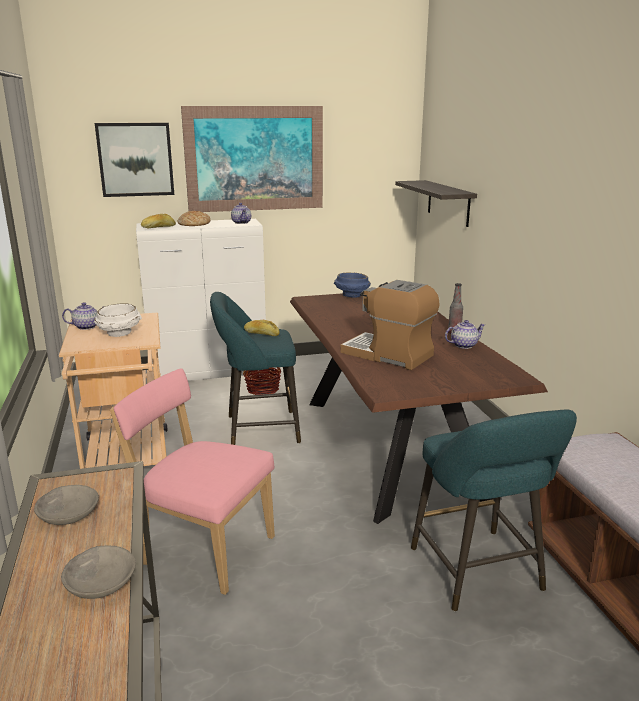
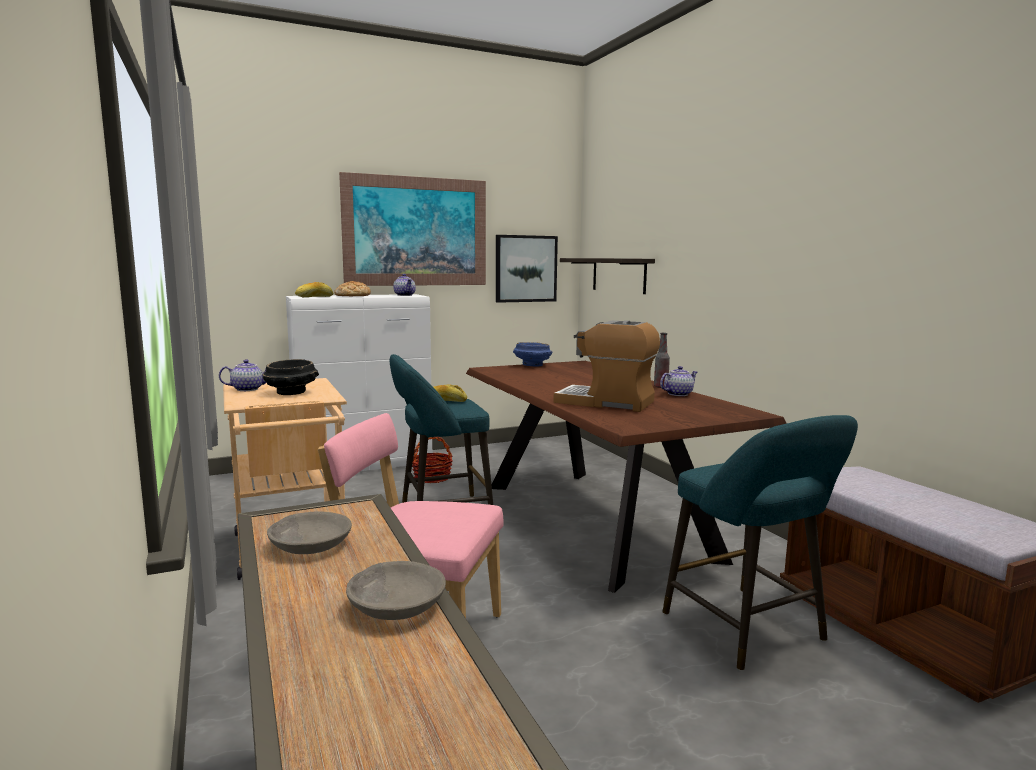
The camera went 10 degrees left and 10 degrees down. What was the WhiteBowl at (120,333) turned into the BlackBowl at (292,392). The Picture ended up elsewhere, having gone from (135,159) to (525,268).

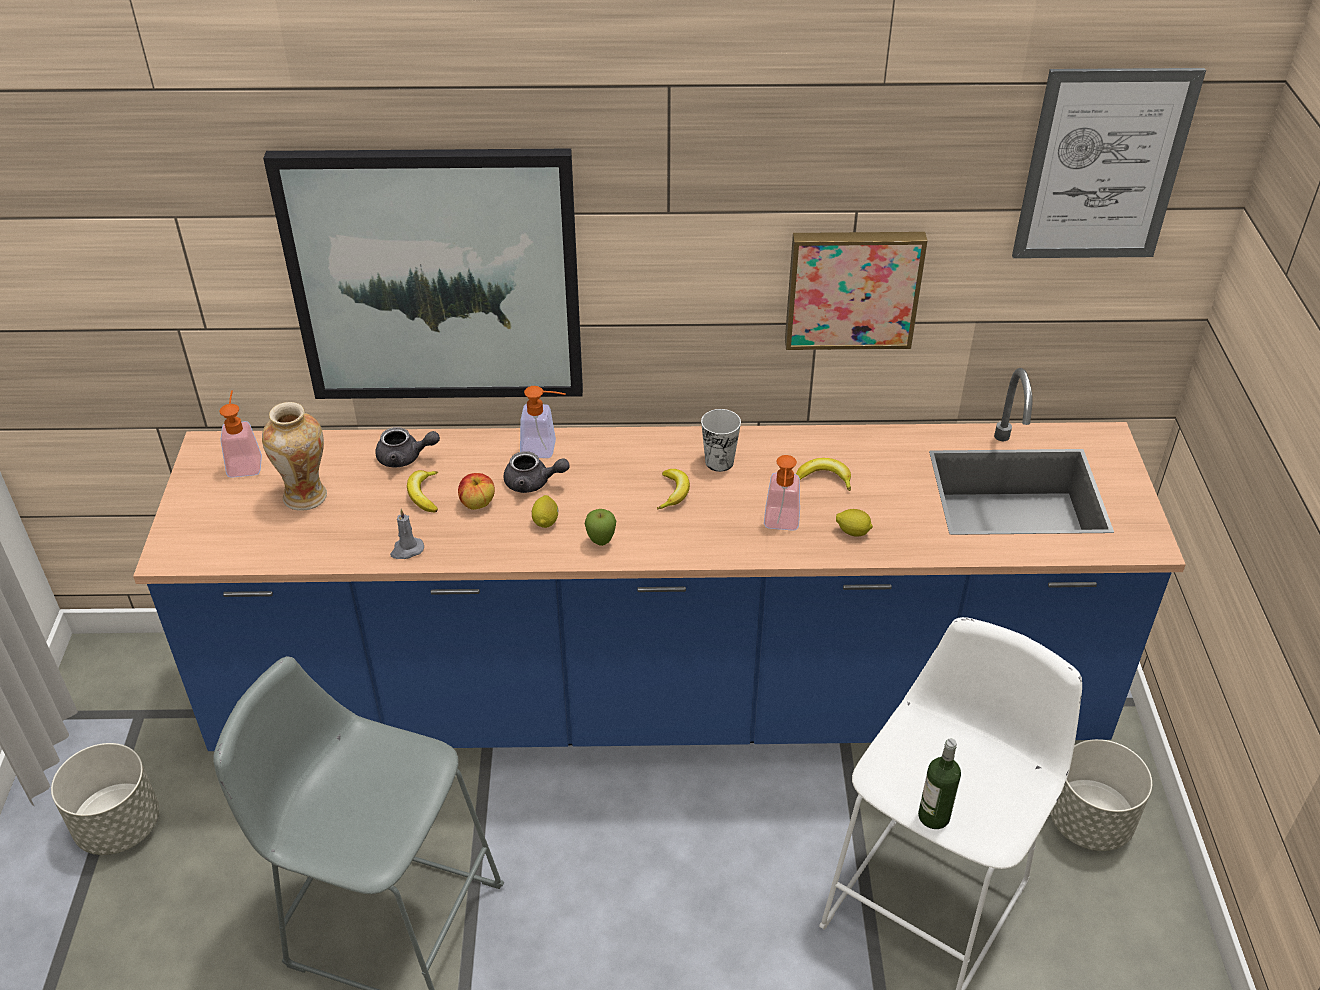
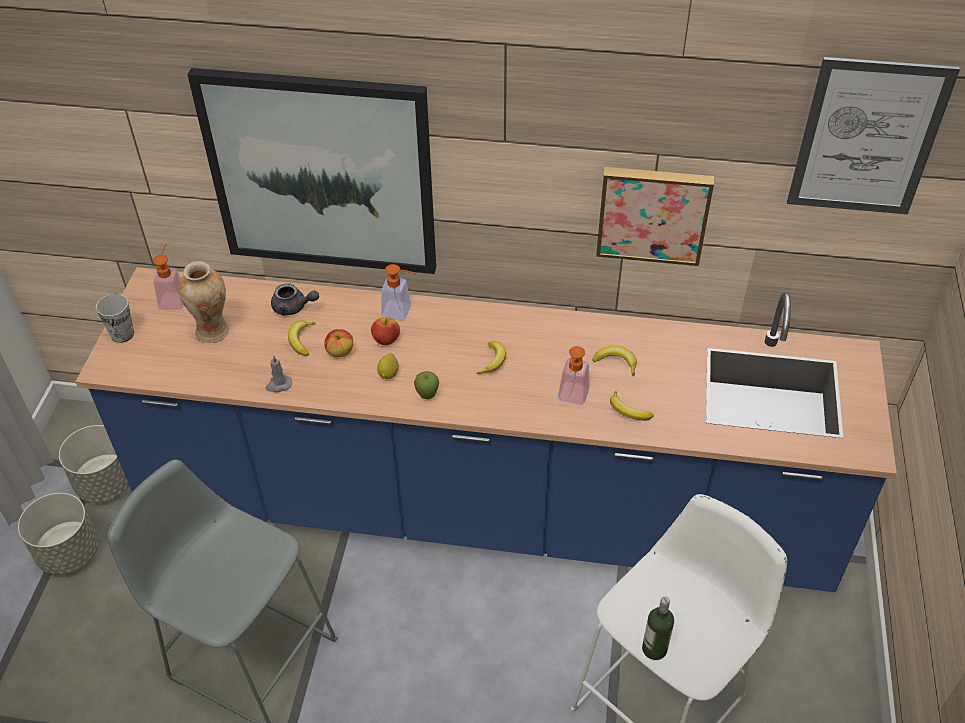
The camera went 10 degrees right and 5 degrees up. Where the GreyTeapot stood at (533,483), the Apple came to stand at (386,340). The Cup ended up elsewhere, having gone from (719,462) to (122,334). Where the Lemon stood at (853,532), the Banana came to stand at (628,411). The GreyPlanter ended up elsewhere, having gone from (1089,822) to (105,484).

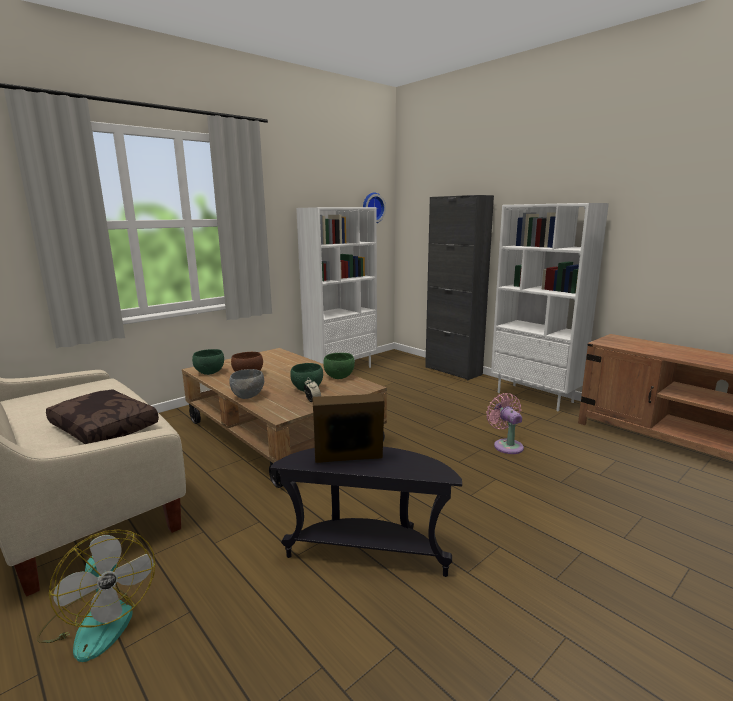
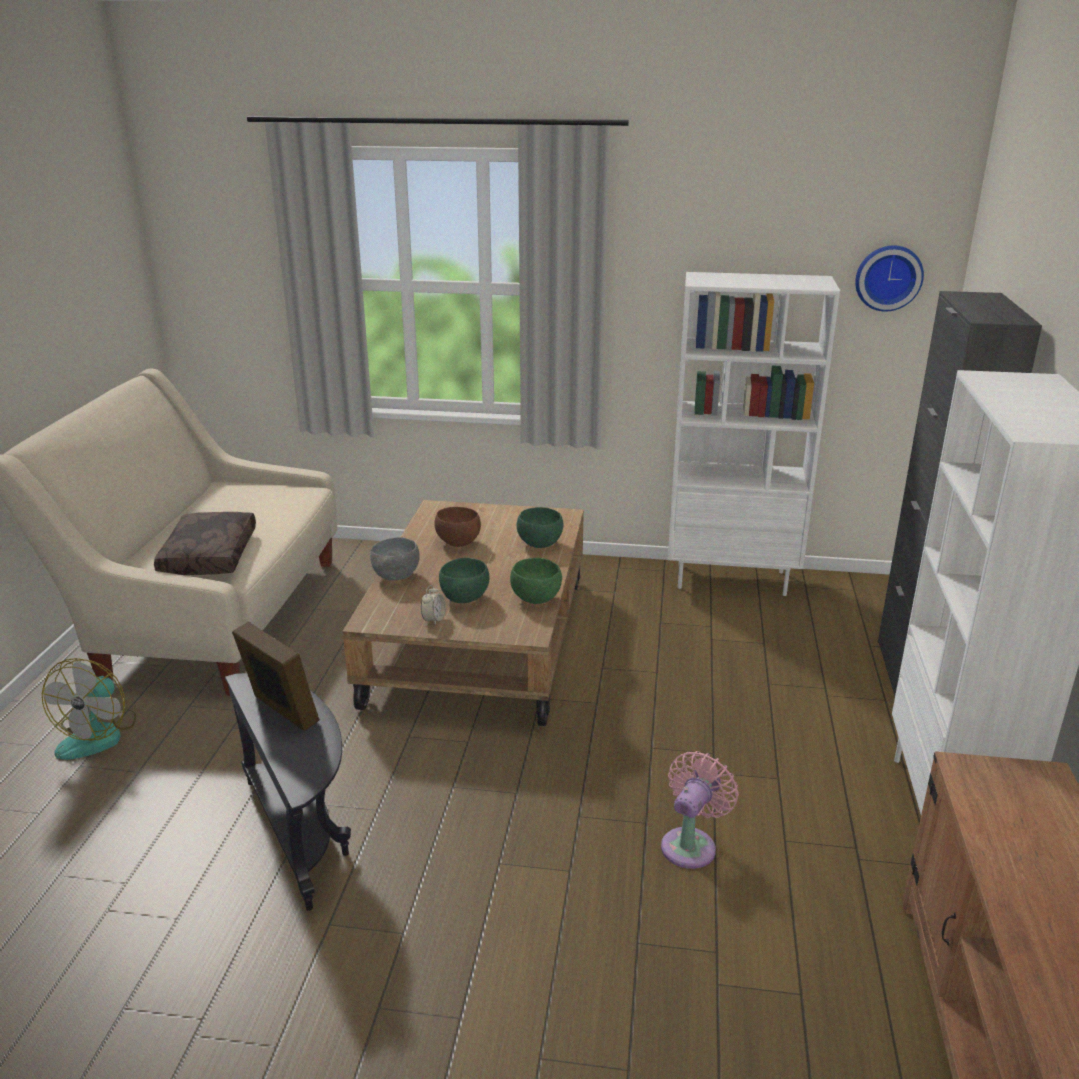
The camera went 50 degrees right and 10 degrees up. The GreenBowl ended up elsewhere, having gone from (209,372) to (539,544).

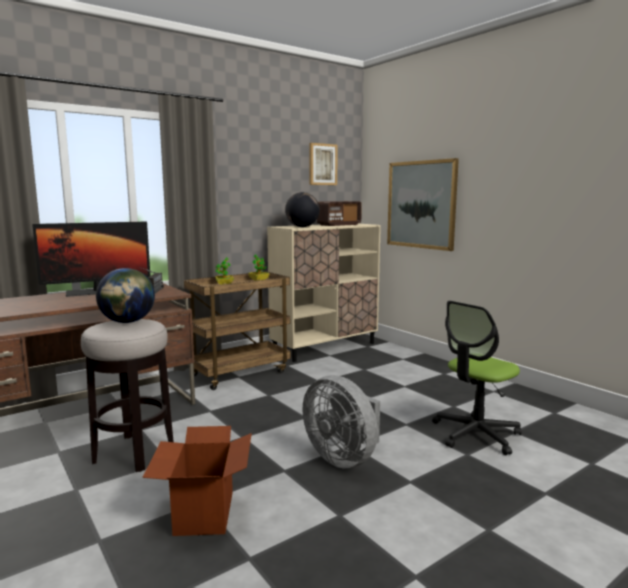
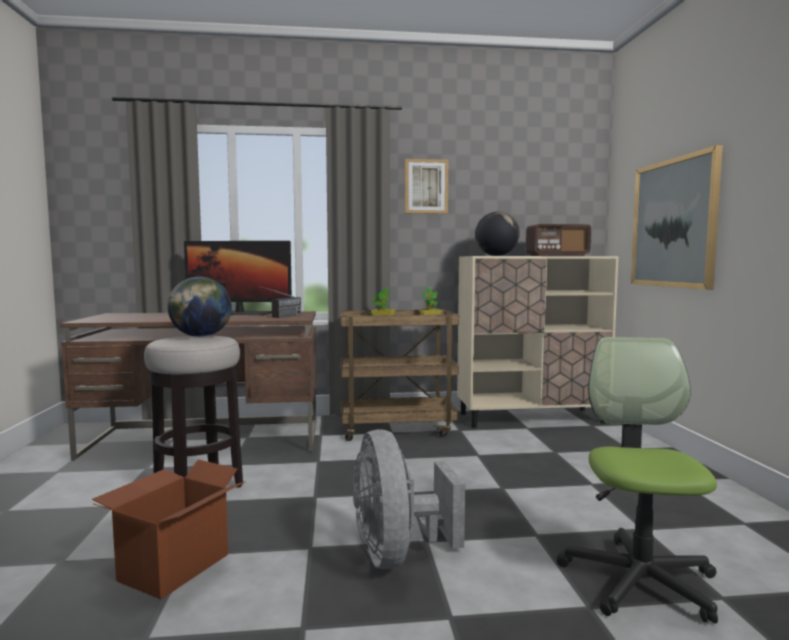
The camera went 30 degrees right and 5 degrees down. The Picture ended up elsewhere, having gone from (322,164) to (426,186). The OfficeChair at (475,434) ended up facing another way, 105 degrees clockwise from before.

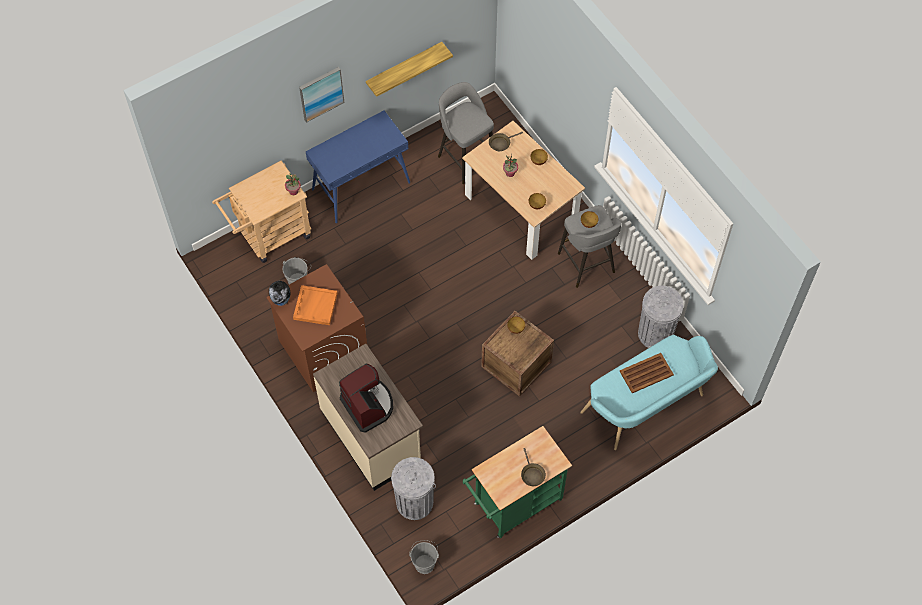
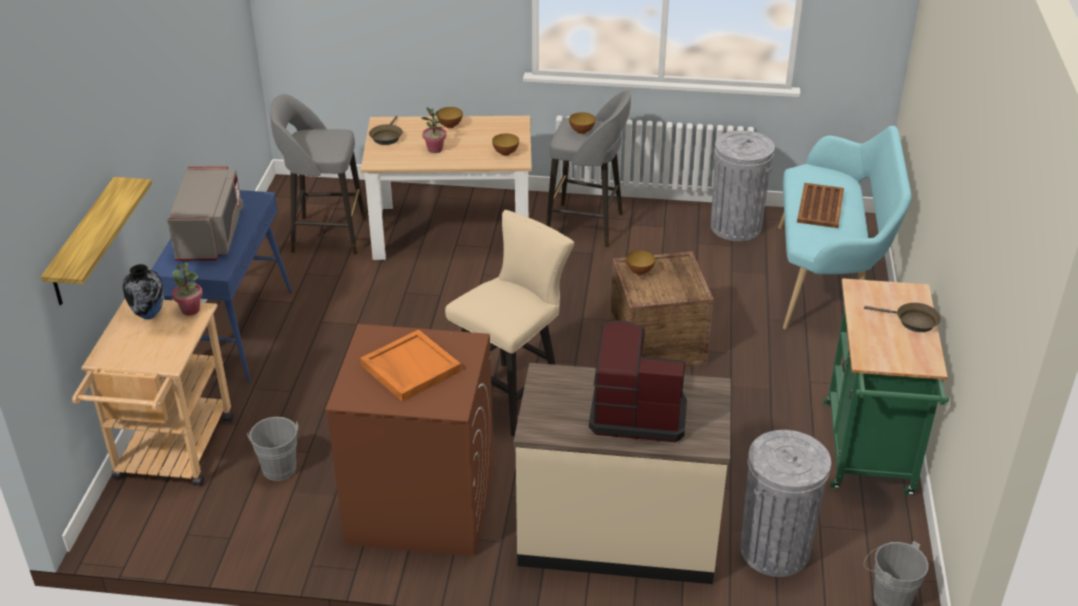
The camera went 50 degrees left and 25 degrees down. The Vase ended up elsewhere, having gone from (281,301) to (149,314). The second view lost the Picture at (321,93). The Shelf ended up elsewhere, having gone from (404,68) to (84,243). The second view gained the GreyMicrowave at (210,234). The second view gained the BeigeStool at (512,394).

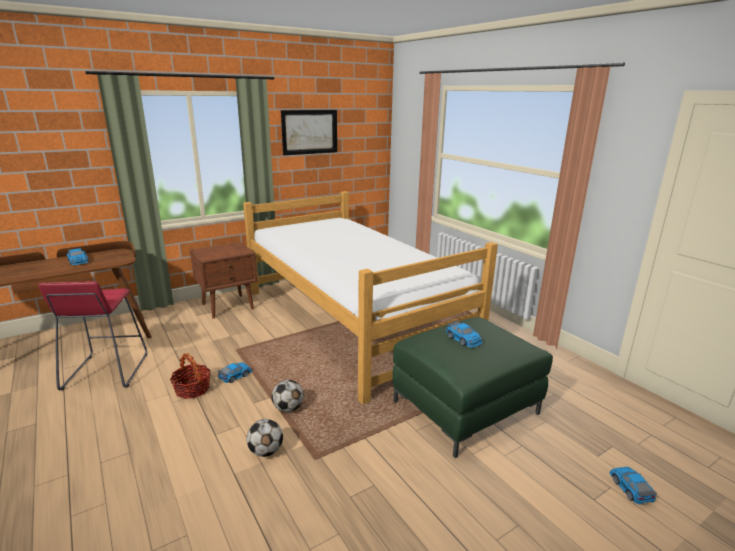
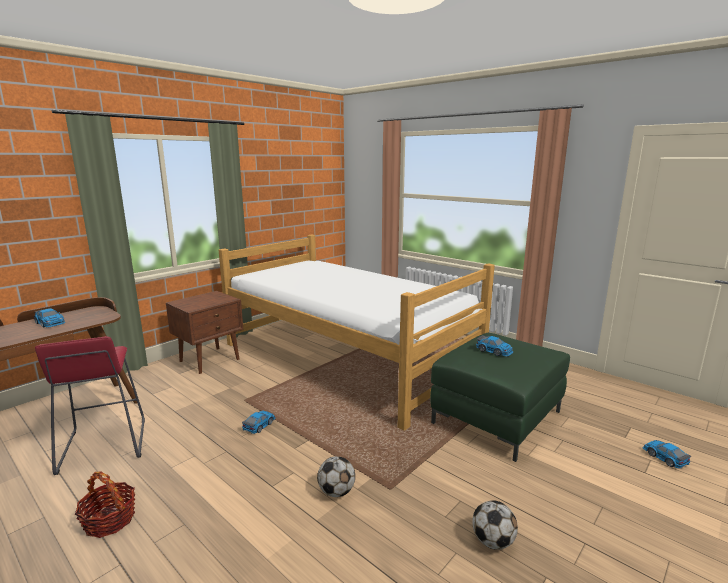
The camera went 15 degrees left and 5 degrees down. The Basket ended up elsewhere, having gone from (192,389) to (110,520). The Football ended up elsewhere, having gone from (288,408) to (492,541). The second view lost the Picture at (309,132).

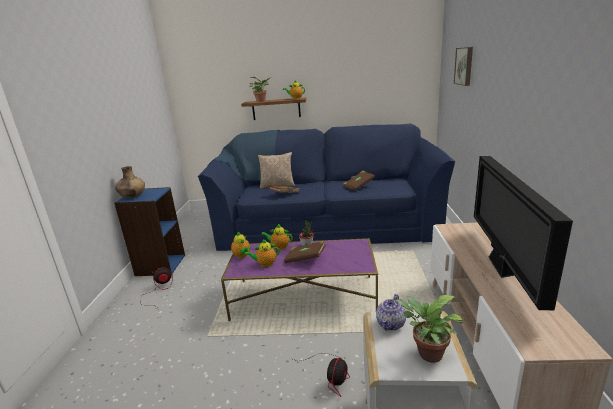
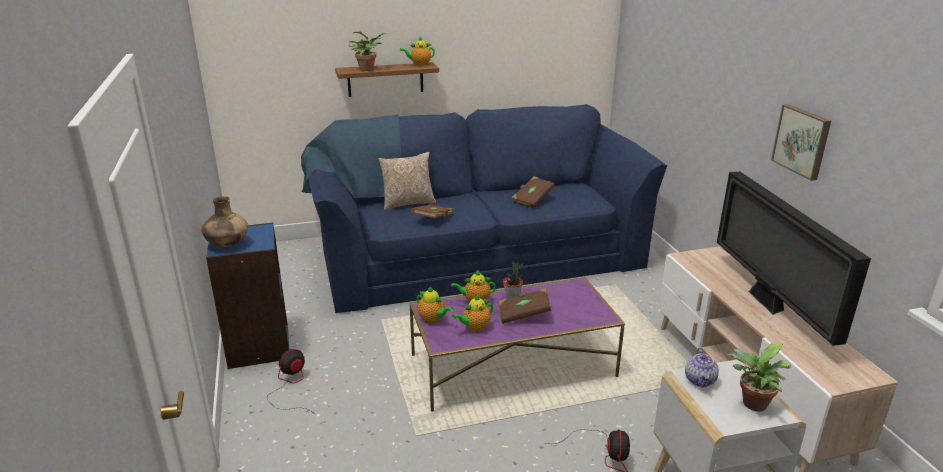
The camera went 20 degrees left and 5 degrees up. The Picture ended up elsewhere, having gone from (464,66) to (802,141).

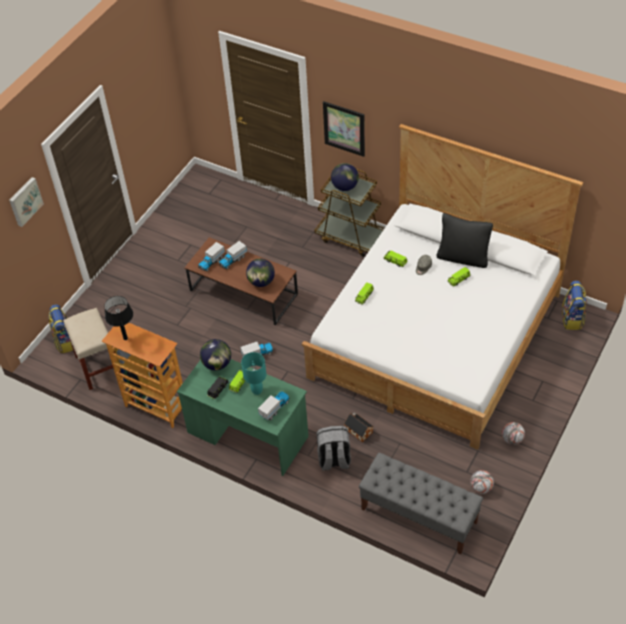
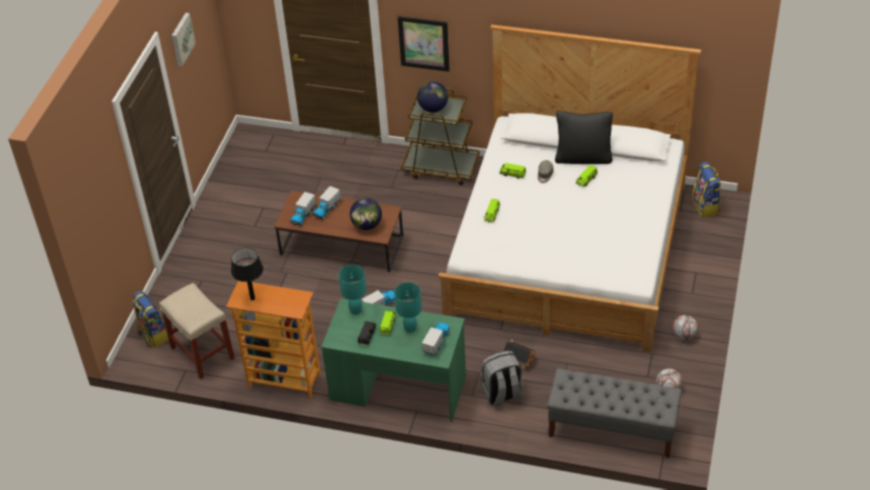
The camera went 15 degrees left and 5 degrees down. The Picture ended up elsewhere, having gone from (25,201) to (181,39). Where the Globe stood at (217,364), the TurquoiseTableLamp came to stand at (356,311).

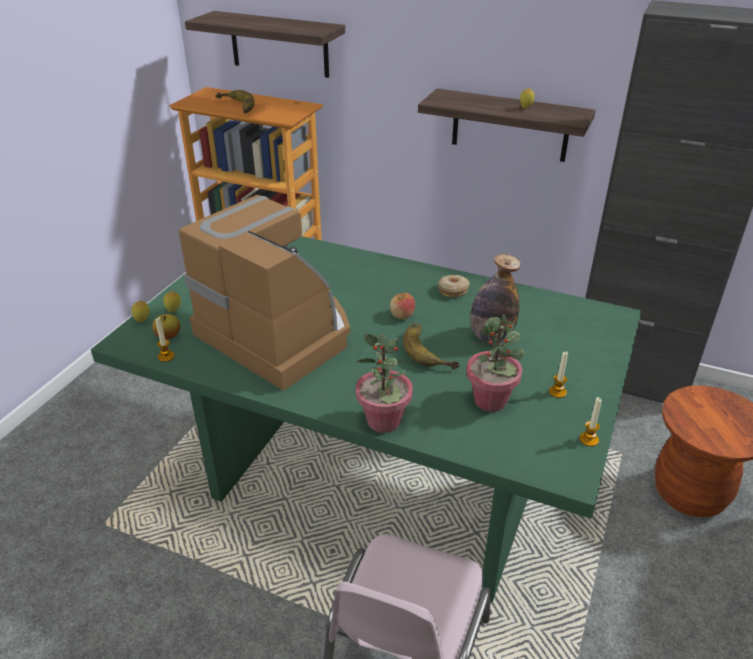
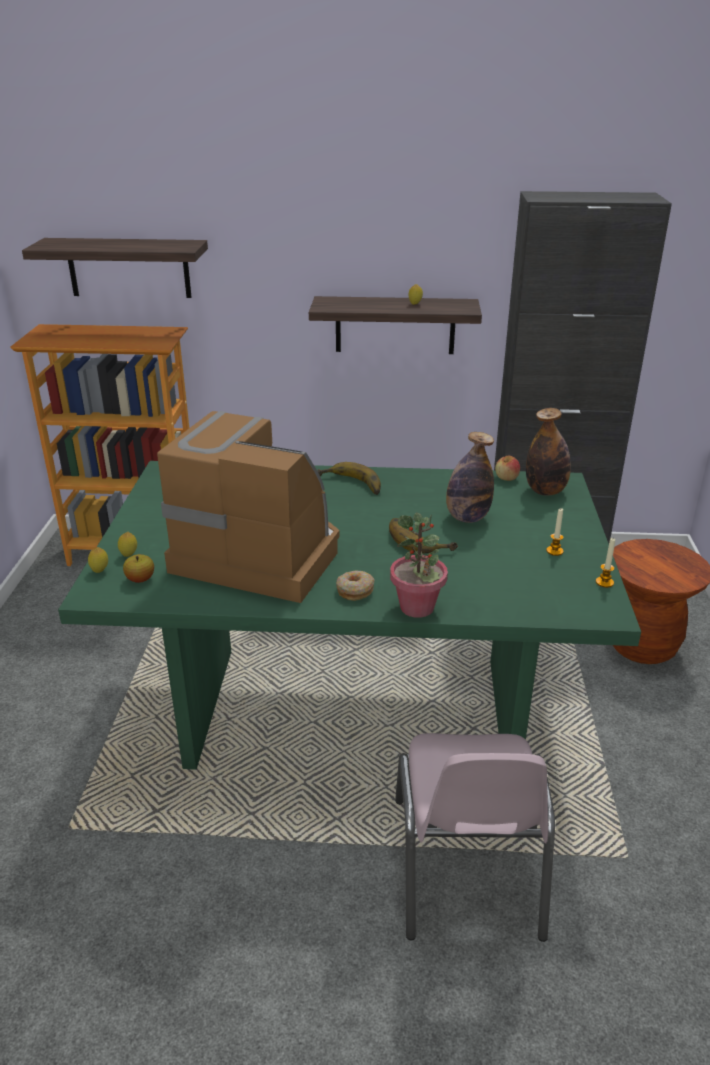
The camera went 20 degrees left and 5 degrees down. The second view lost the Candle at (166,356). The Banana ended up elsewhere, having gone from (234,106) to (349,485). The Apple ended up elsewhere, having gone from (402,315) to (506,478). The Donut ended up elsewhere, having gone from (453,290) to (354,590). The second view lost the PottedPlant at (490,401). The second view gained the Bottle at (545,491).

